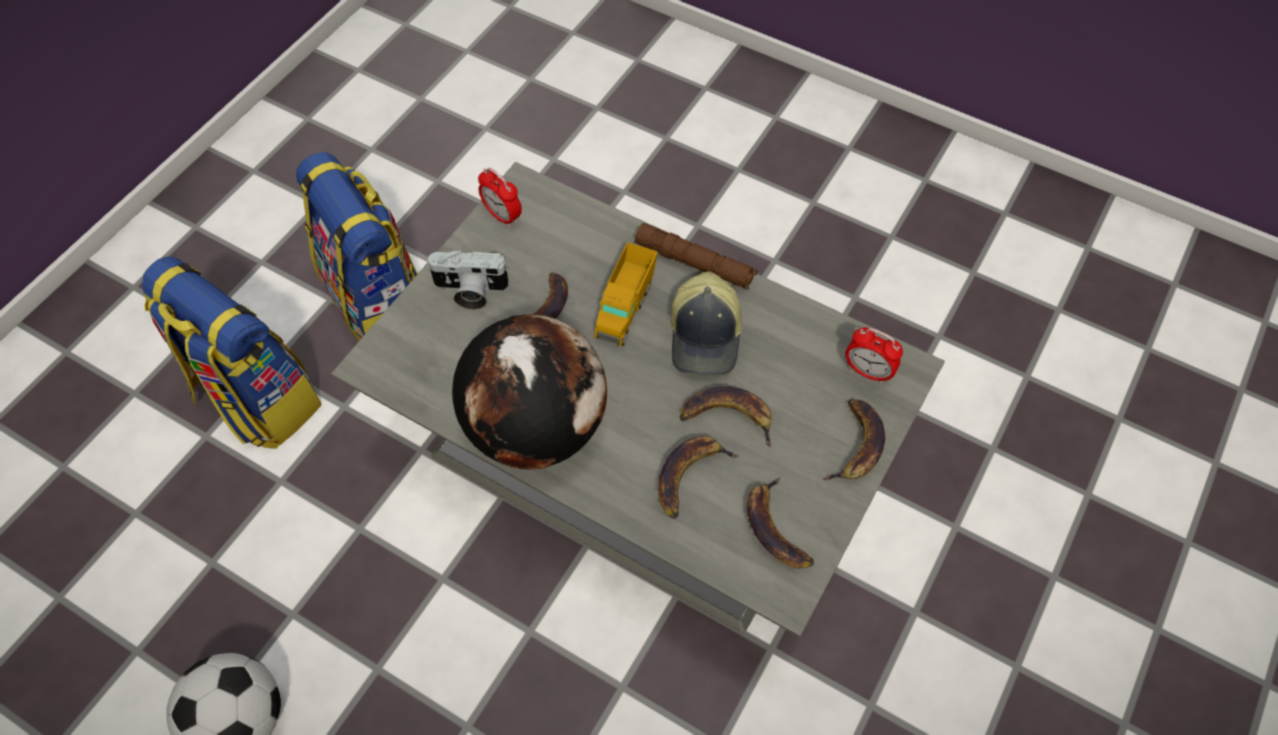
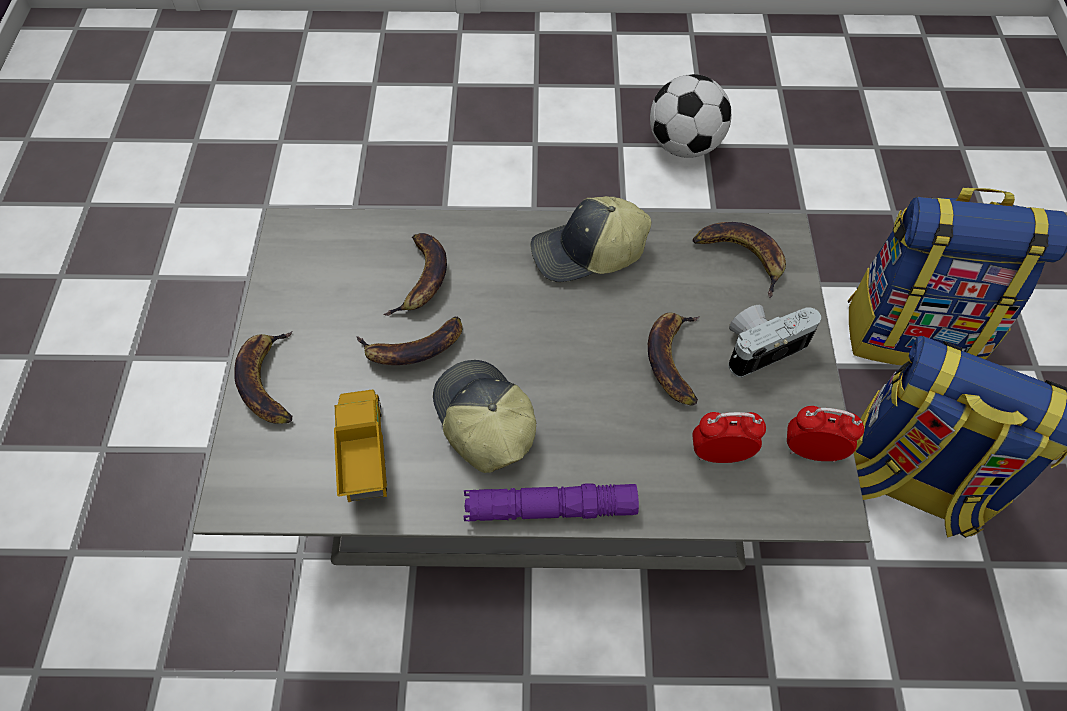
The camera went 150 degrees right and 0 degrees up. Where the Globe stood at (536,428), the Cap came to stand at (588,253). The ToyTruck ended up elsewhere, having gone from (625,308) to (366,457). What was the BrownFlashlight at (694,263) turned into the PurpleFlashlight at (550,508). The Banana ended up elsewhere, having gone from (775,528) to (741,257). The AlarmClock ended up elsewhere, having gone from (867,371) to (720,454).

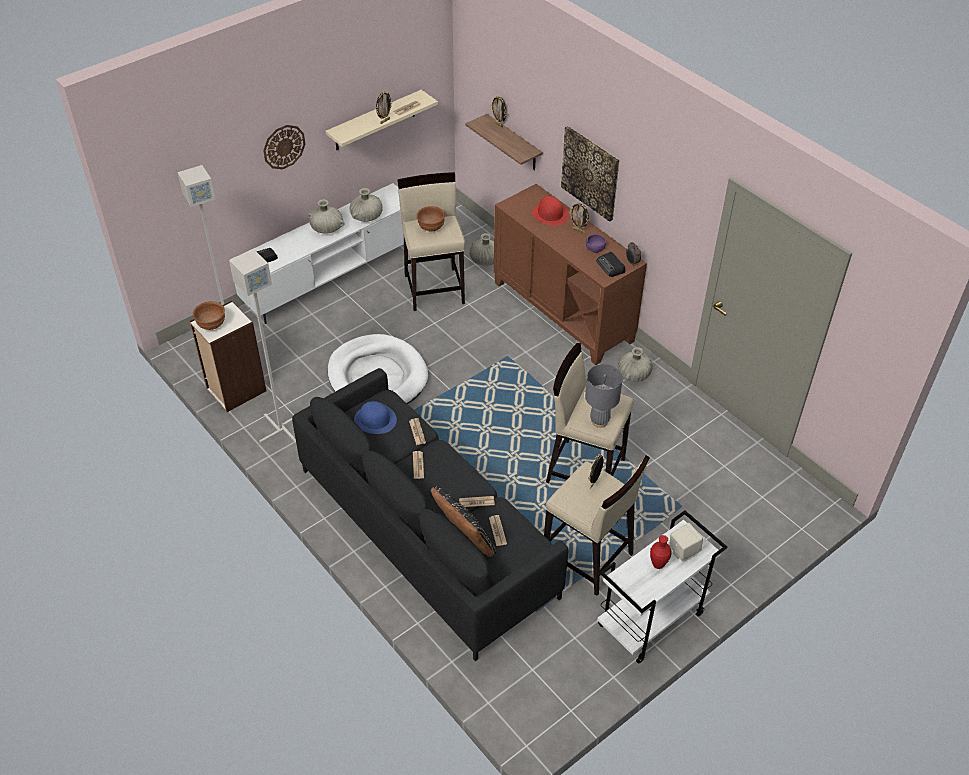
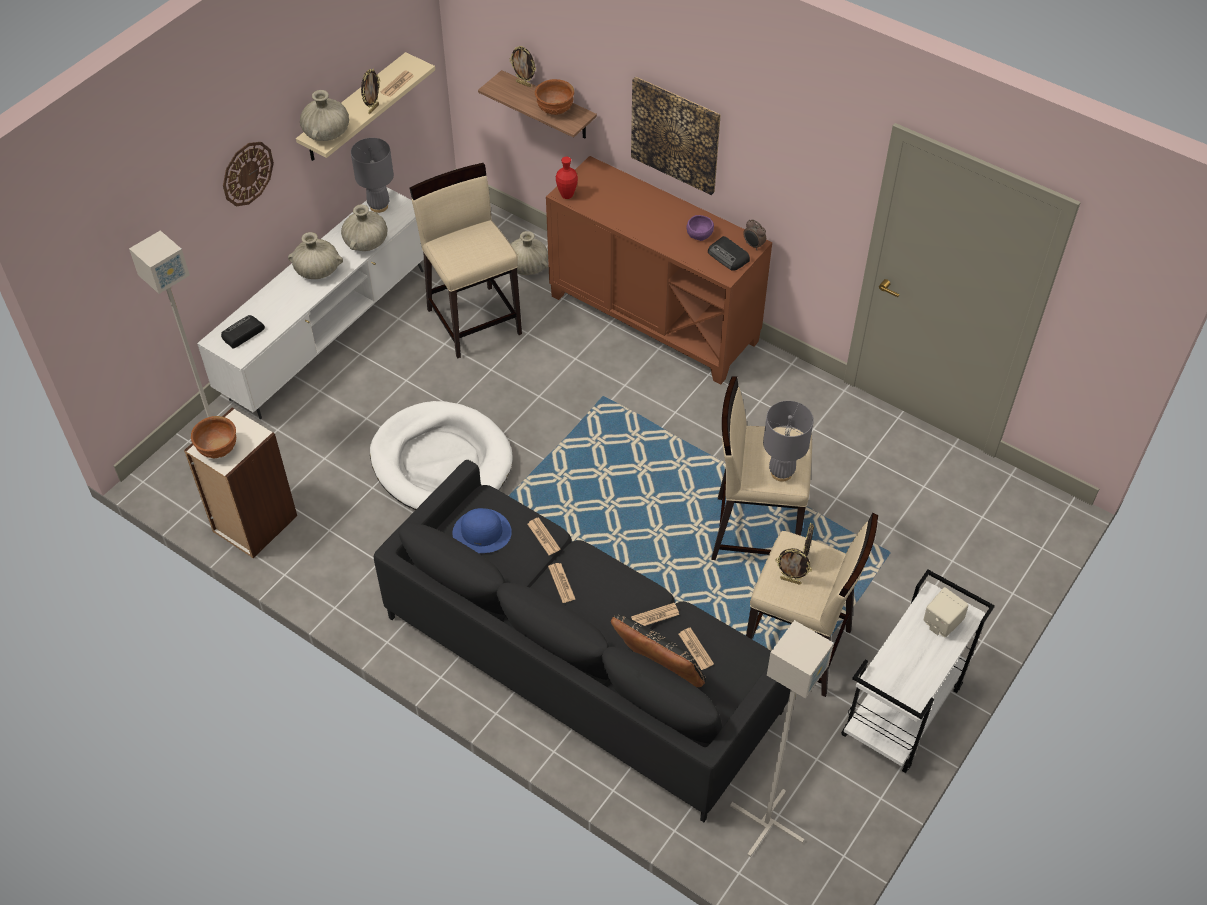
The camera went 15 degrees left and 5 degrees up. The GreyFloorLamp ended up elsewhere, having gone from (280,429) to (766,824). The BrownBowl ended up elsewhere, having gone from (431,228) to (554,110). The second view lost the RedHat at (550,214). The PictureFrame ended up elsewhere, having gone from (578,230) to (790,580). The BeigeVase ended up elsewhere, having gone from (634,375) to (327,133). The RedVase ended up elsewhere, having gone from (658,564) to (567,195). The second view gained the GreyTableLamp at (379,206).

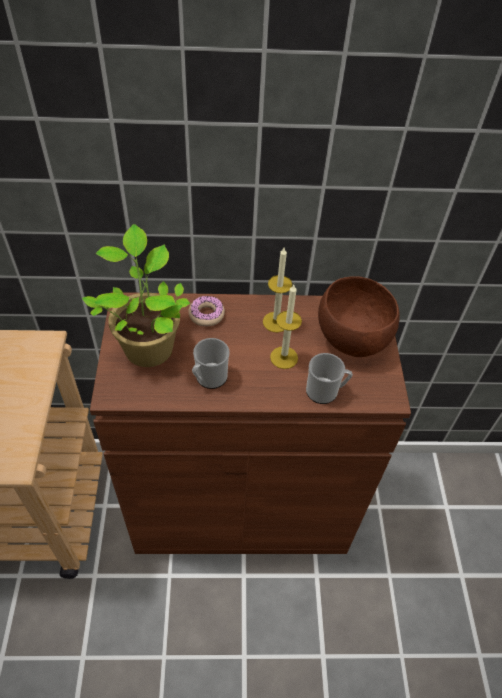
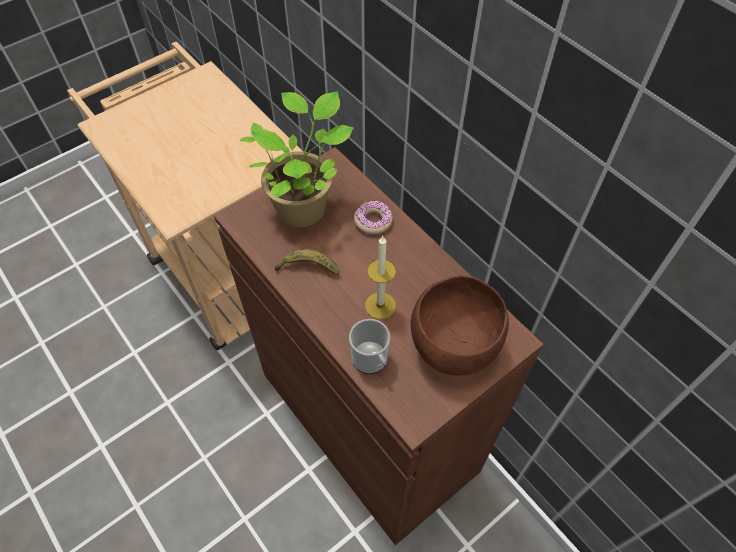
The camera went 55 degrees right and 5 degrees up. Where the Mug stood at (209,378), the Banana came to stand at (308,267). The second view lost the Candle at (276,322).

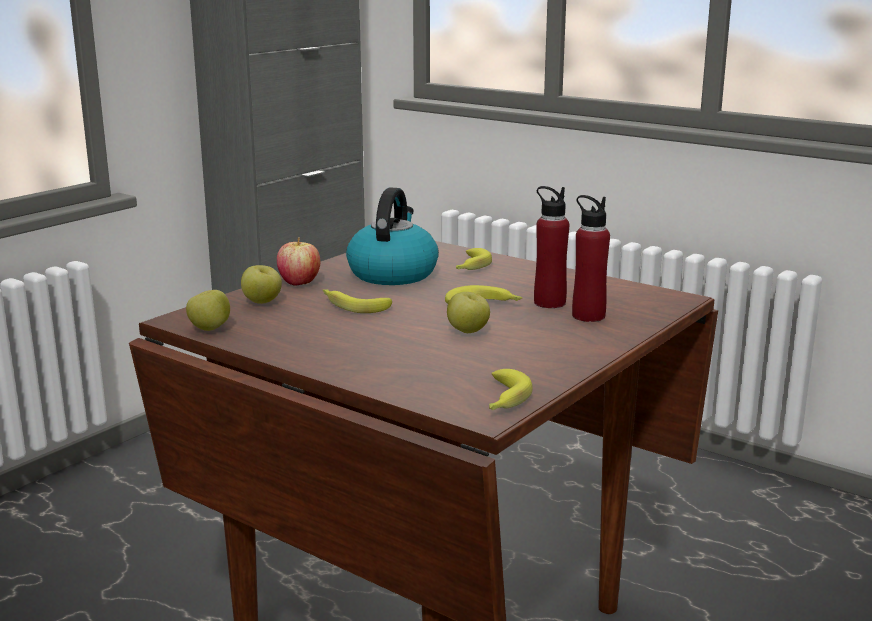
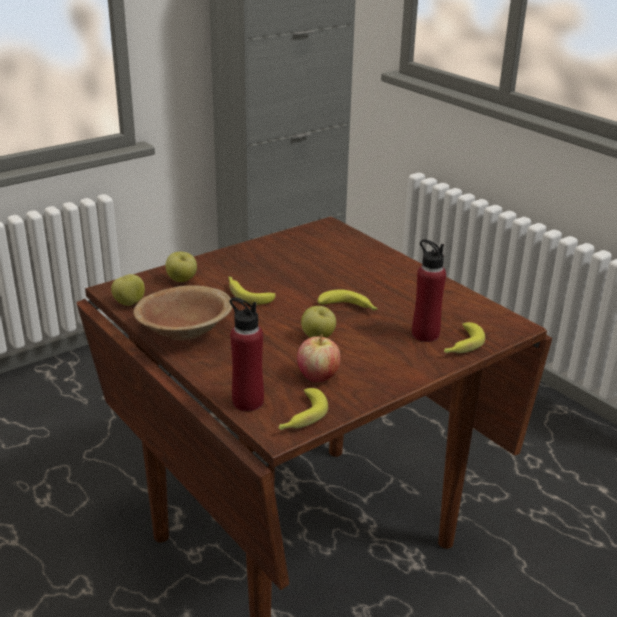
The camera went 15 degrees right and 10 degrees up. The Apple ended up elsewhere, having gone from (299,283) to (318,376). The second view lost the Kettle at (392,273). The Banana ended up elsewhere, having gone from (469,267) to (461,345). The RedBottle ended up elsewhere, having gone from (549,303) to (247,402). The second view gained the BrownBowl at (184,331).

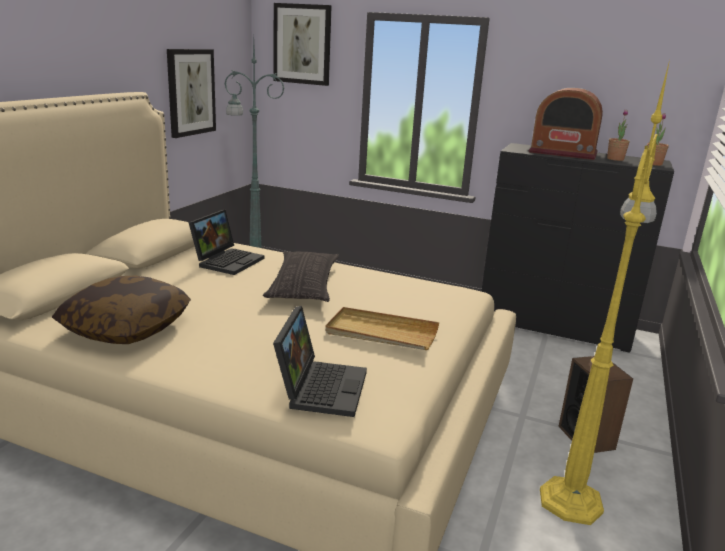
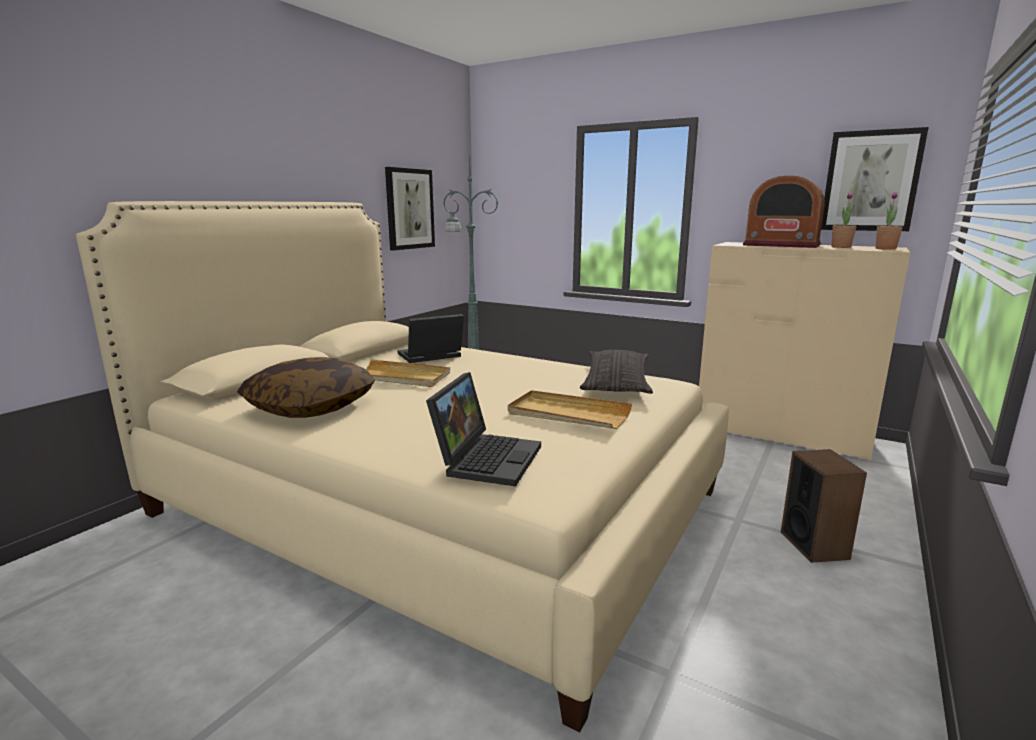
The camera went 10 degrees right and 5 degrees down. The Laptop at (227,261) ended up facing another way, 150 degrees counterclockwise from before. The Pillow ended up elsewhere, having gone from (304,284) to (616,381). The Picture ended up elsewhere, having gone from (302,44) to (871,181). What was the BlackDresser at (553,325) turned into the BeigeDresser at (780,433). The second view lost the YellowFloorLamp at (571,499). The second view gained the BeigeTray at (400,377).

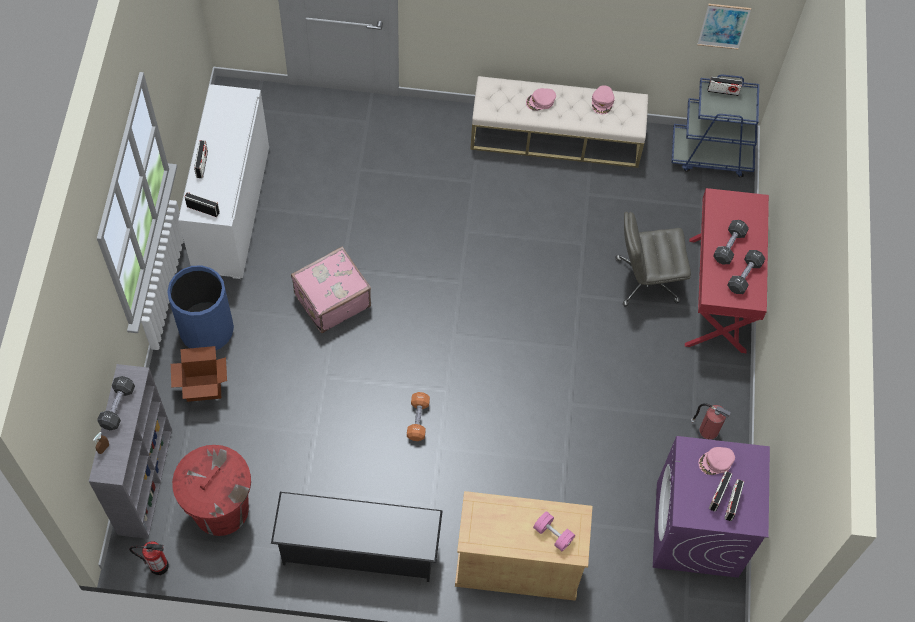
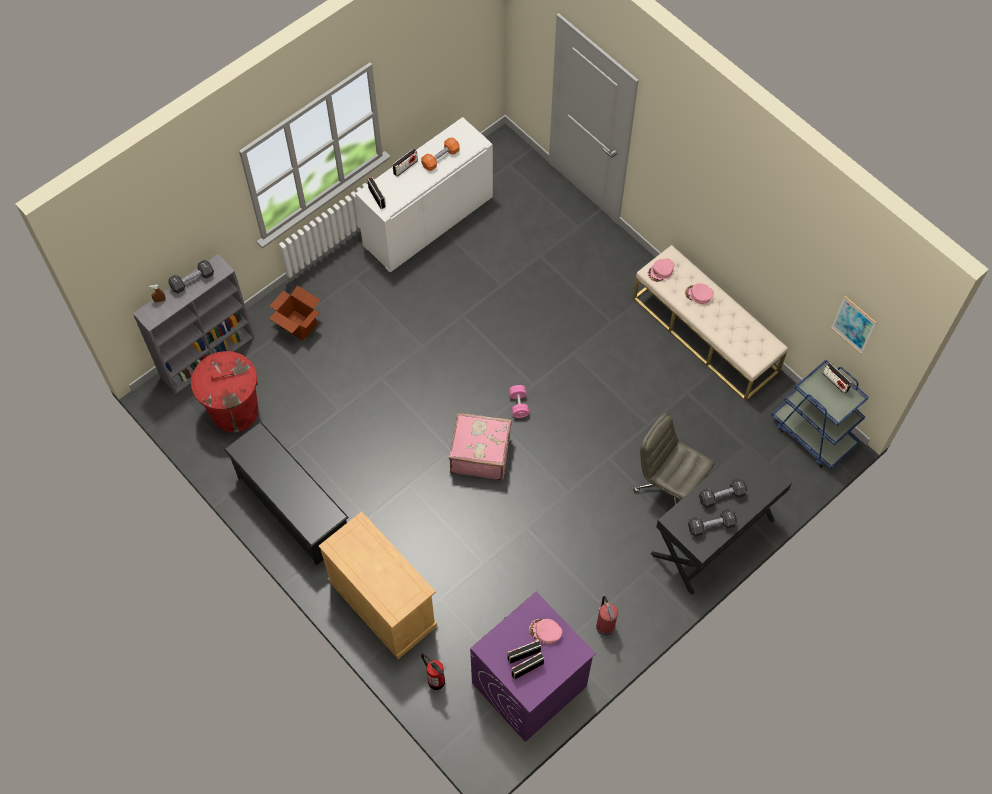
The camera went 45 degrees right and 0 degrees up. The FireExtinguisher ended up elsewhere, having gone from (159,565) to (436,681). The second view lost the BlueTrashCan at (206,329). The PinkSuitcase ended up elsewhere, having gone from (331,299) to (480,454). The OrangeDumbbell ended up elsewhere, having gone from (418,420) to (440,158). The PinkDumbbell ended up elsewhere, having gone from (553,534) to (519,405). The PinkCap ended up elsewhere, having gone from (602,101) to (660,271). What was the RedDesk at (718,295) turned into the BlackDesk at (713,537).

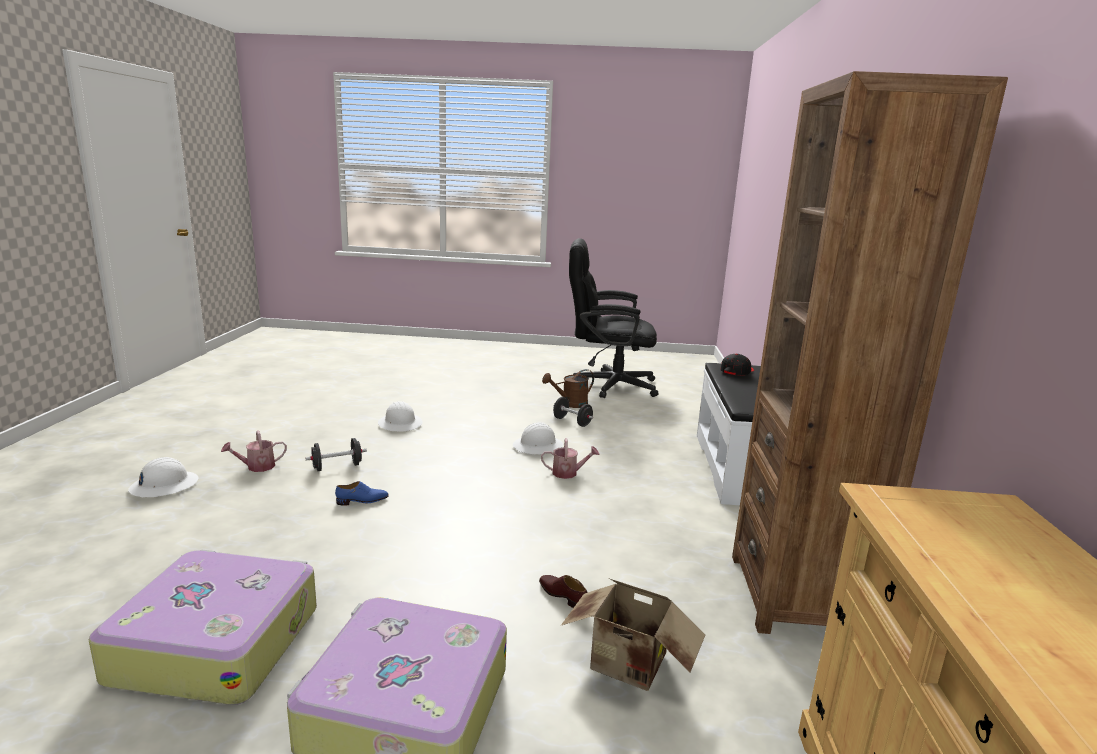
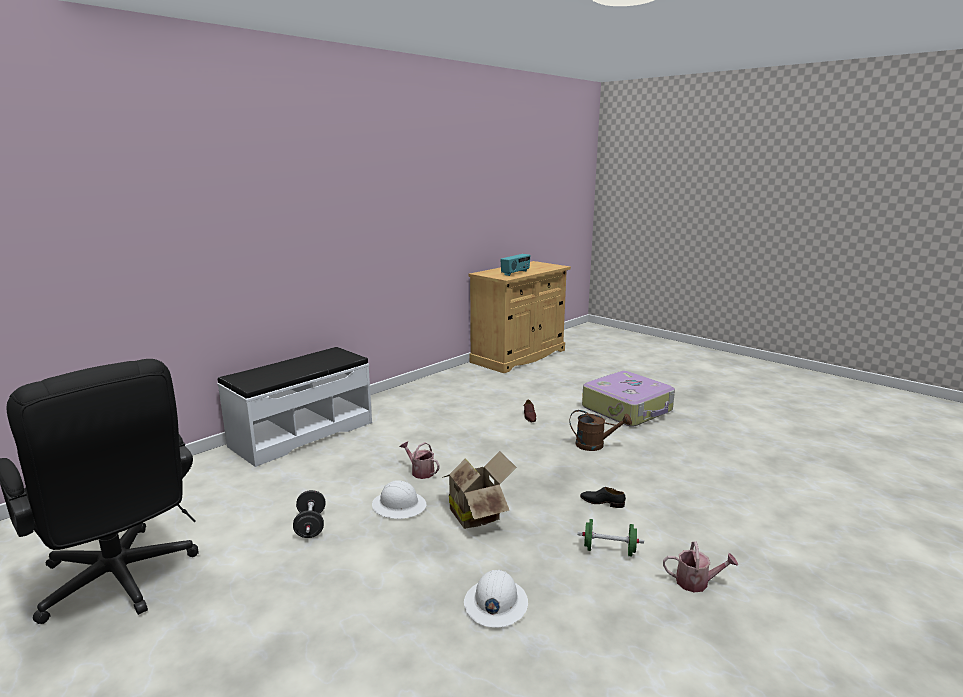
The camera went 140 degrees left and 0 degrees up. The second view lost the Suitcase at (217,642). The second view lost the WhiteHardHat at (164,485). What was the BlackDumbbell at (337,467) turned into the GreenDumbbell at (609,550). What was the BlueShoe at (362,501) turned into the BlackShoe at (602,502). The BrownWateringCan ended up elsewhere, having gone from (570,404) to (595,445). The CardboardBox ended up elsewhere, having gone from (628,668) to (477,514). The second view lost the BlackCap at (737,371). The second view lost the BrownBookcase at (797,596). The second view gained the Radio at (515,273).

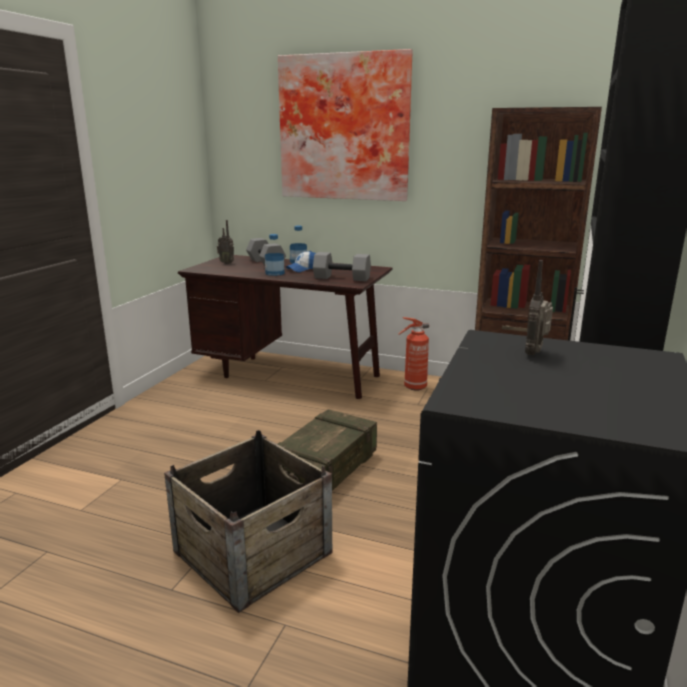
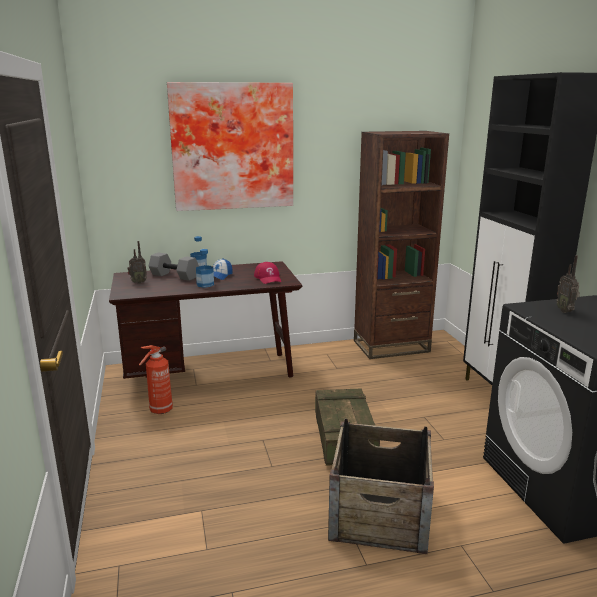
The camera went 35 degrees left and 0 degrees up. Where the GreyDumbbell stood at (342,278), the RedCap came to stand at (268,278). The FireExtinguisher ended up elsewhere, having gone from (413,387) to (160,411).

